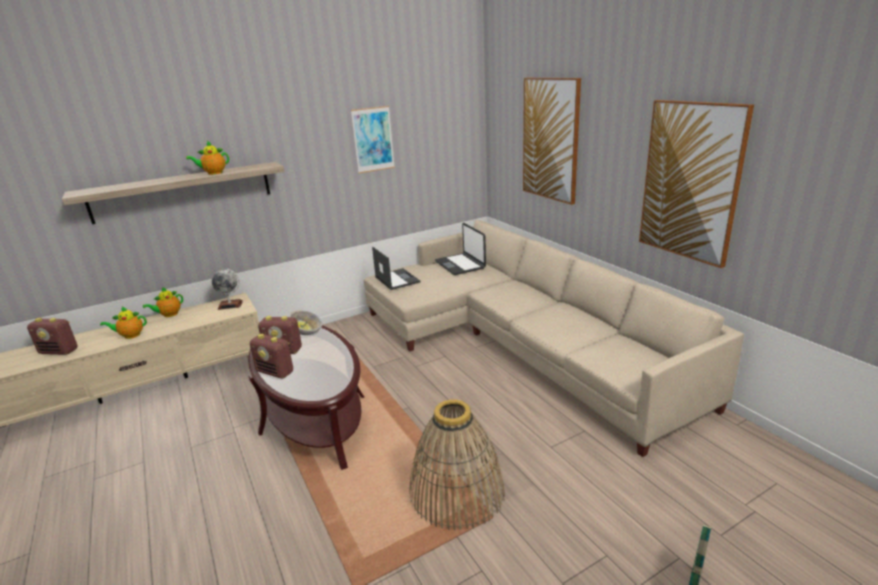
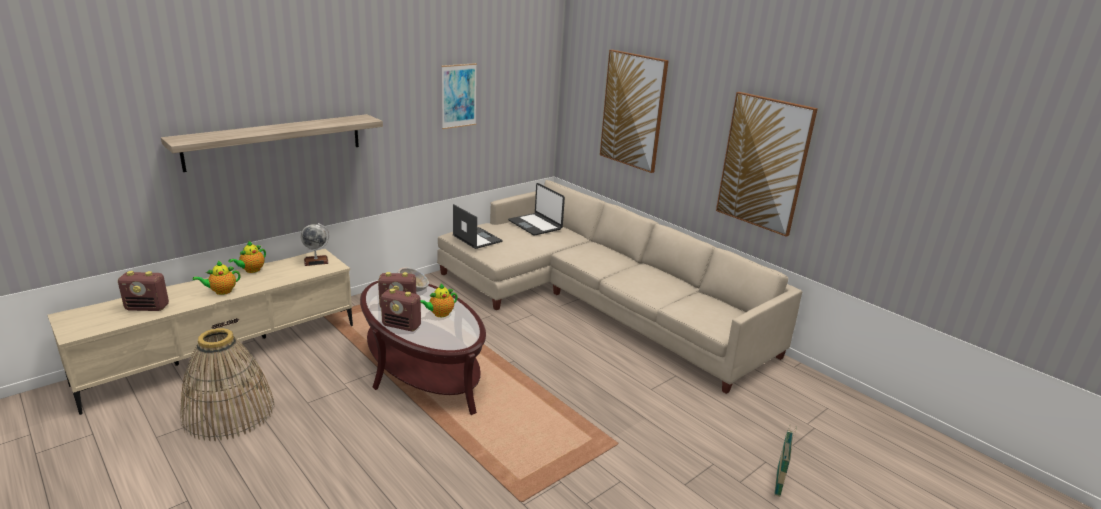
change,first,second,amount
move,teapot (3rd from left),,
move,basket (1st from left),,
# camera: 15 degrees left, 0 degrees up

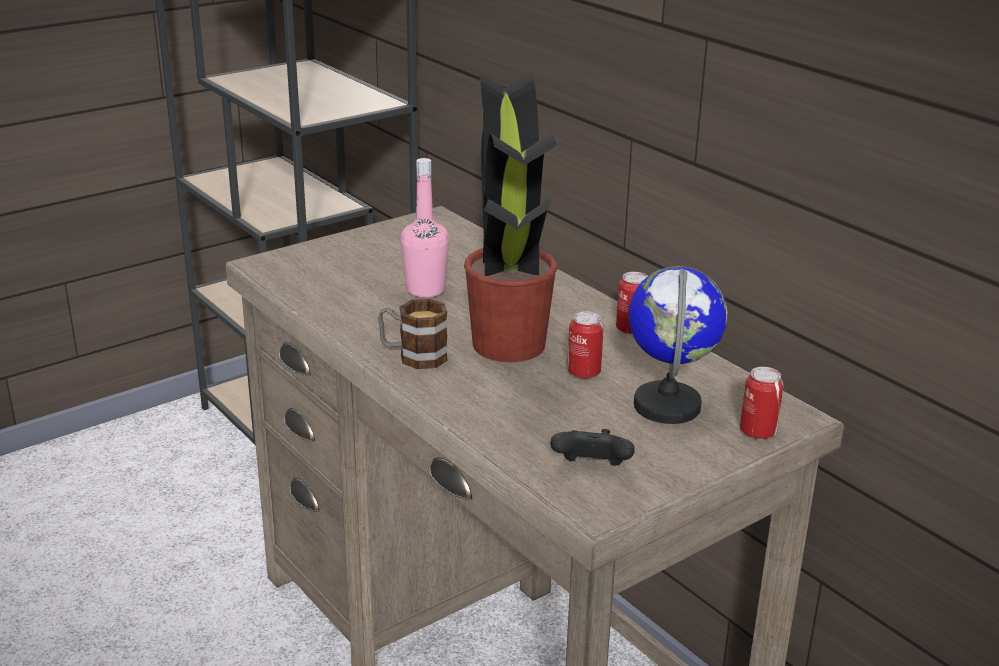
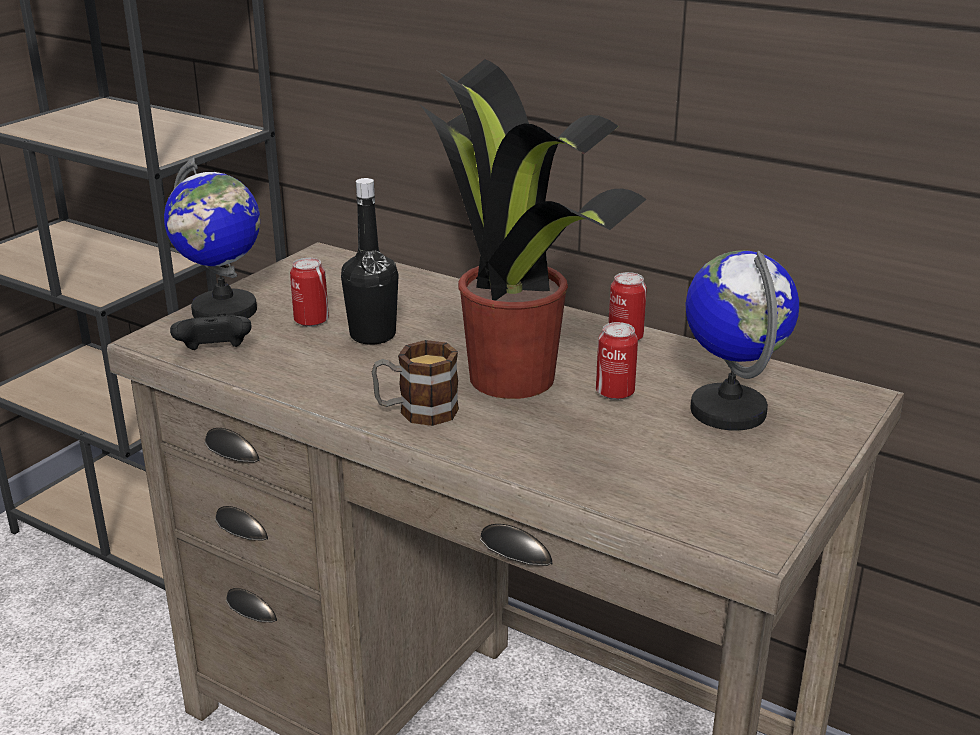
change,first,second,amount
recolor,pink bottle,black bottle,
move,black game controller,,
move,can (3rd from left in the first image),can (1st from left),
insert,,globe (1st from left),
# camera: 20 degrees left, 0 degrees up

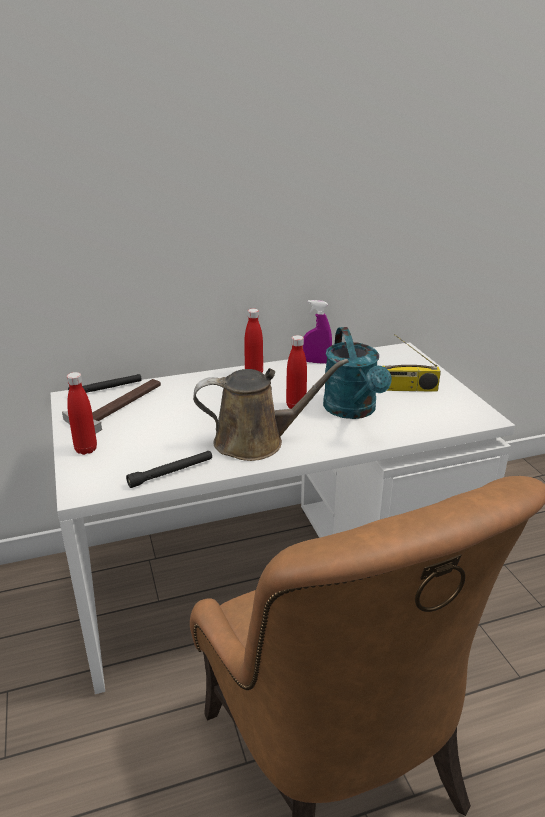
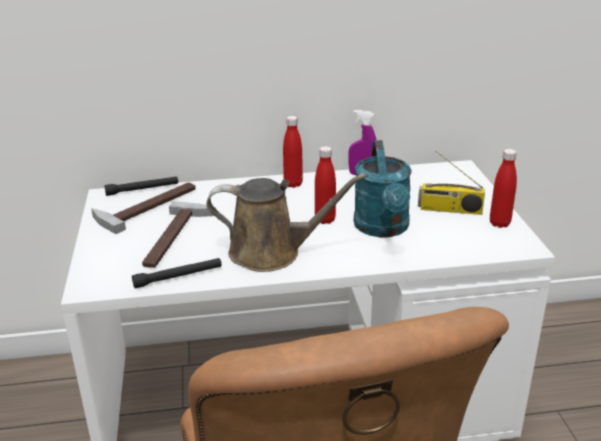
change,first,second,amount
move,red bottle (1st from left in the first image),red bottle (3rd from left),
insert,,hammer (2nd from left),
# camera: 10 degrees right, 0 degrees up

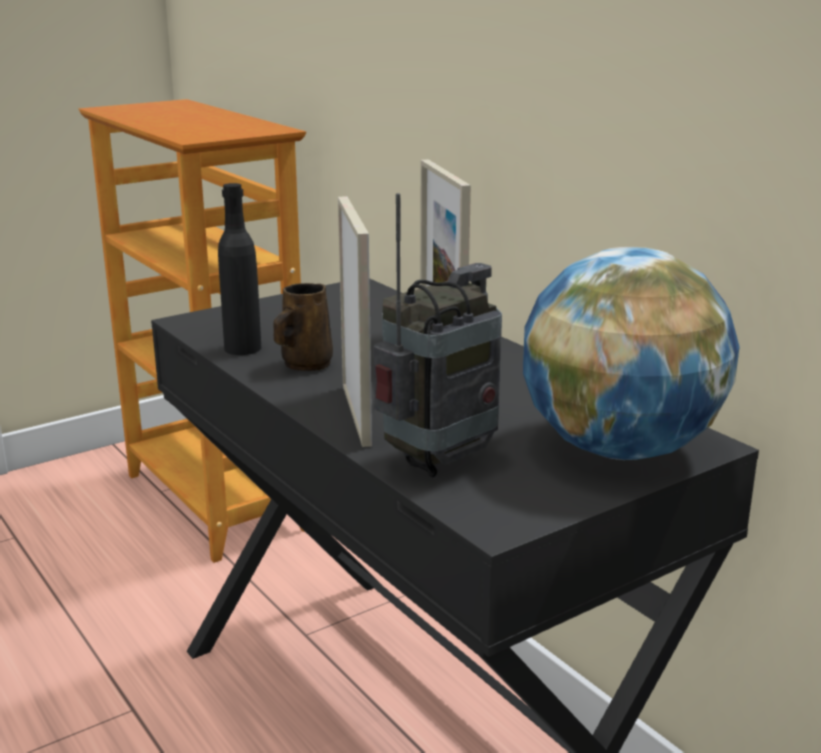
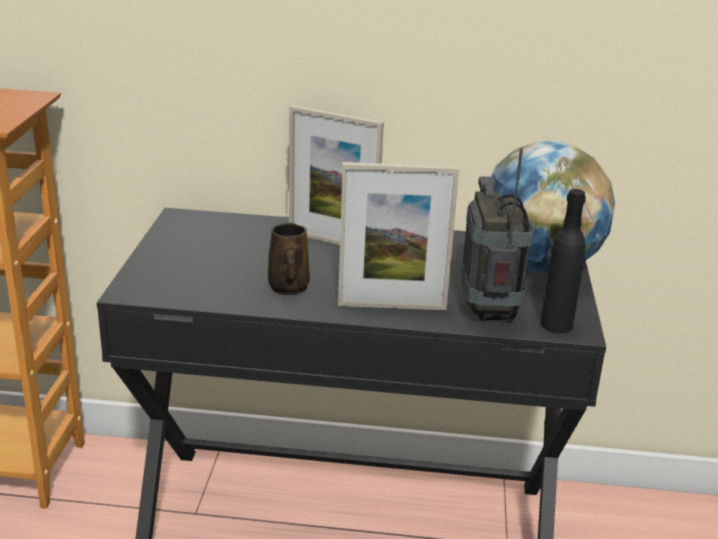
change,first,second,amount
move,black bottle,,
rotate,picture frame (1st from left in the first image),picture frame (2nd from left),150 degrees clockwise
# camera: 50 degrees left, 5 degrees up

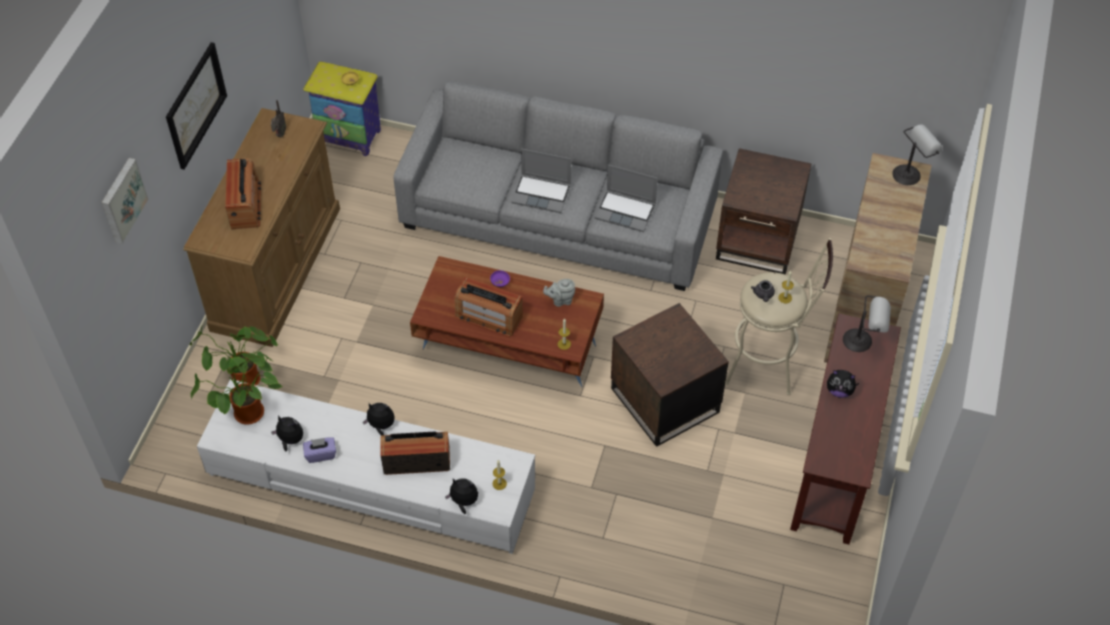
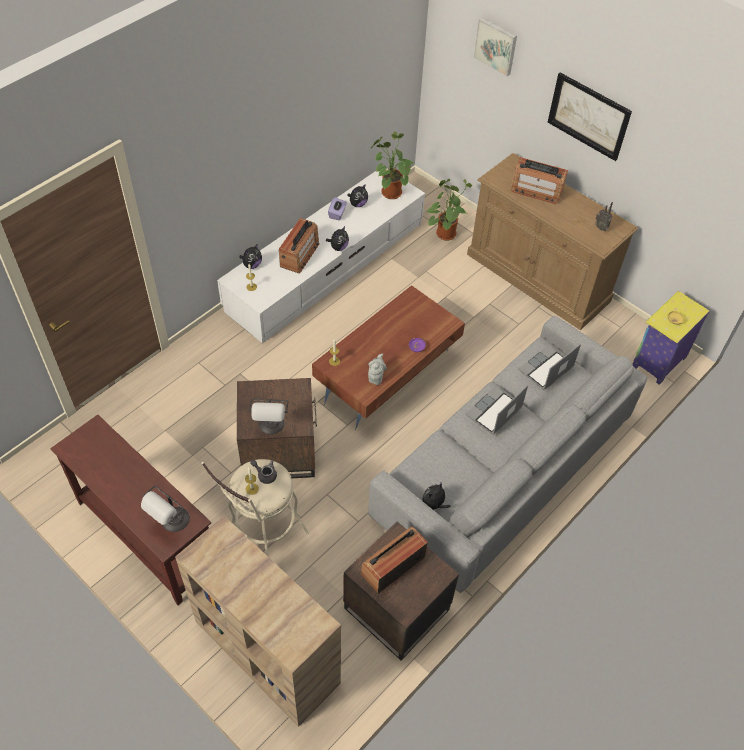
change,first,second,amount
move,radio (4th from left in the first image),radio (2nd from left),
move,laptop (2nd from left),,
move,plush toy (4th from left),,
move,table lamp (2nd from left),,
# camera: 115 degrees right, 0 degrees up

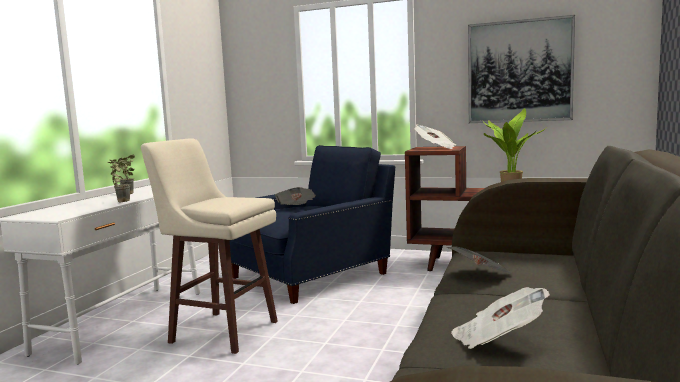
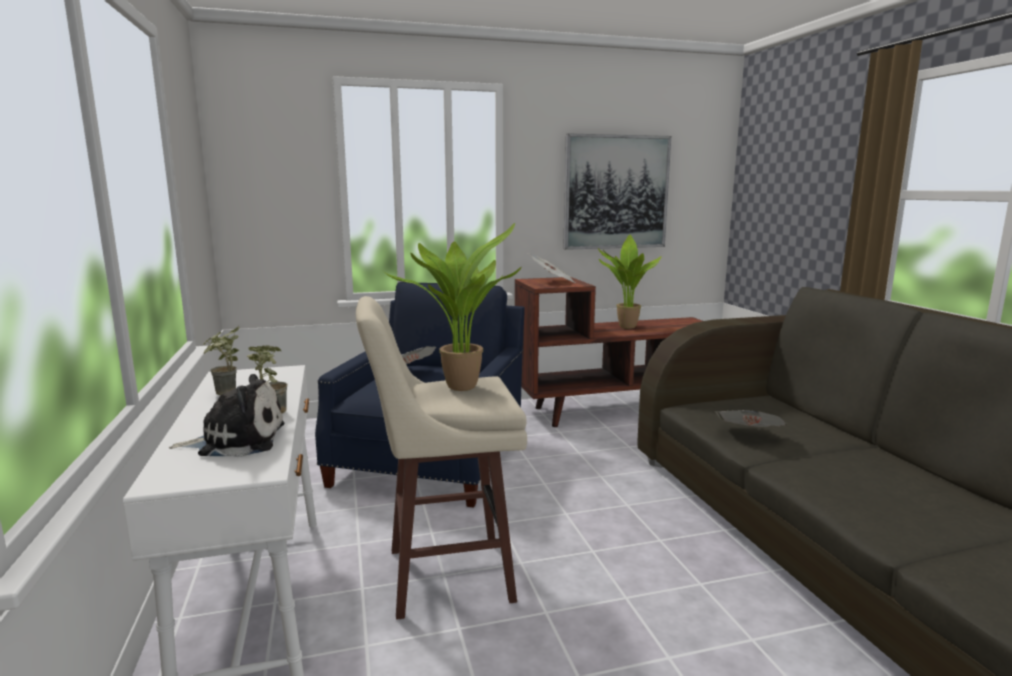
change,first,second,amount
delete,newspaper (4th from left),,
insert,,plush toy,
insert,,potted plant (3rd from left),
# camera: 35 degrees left, 5 degrees up

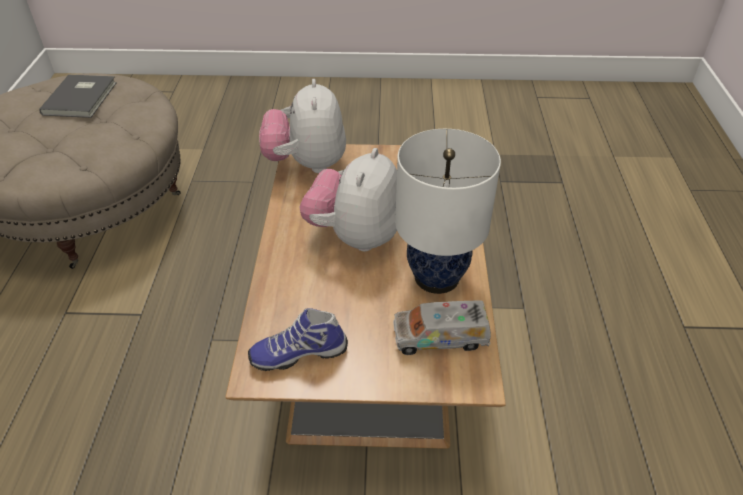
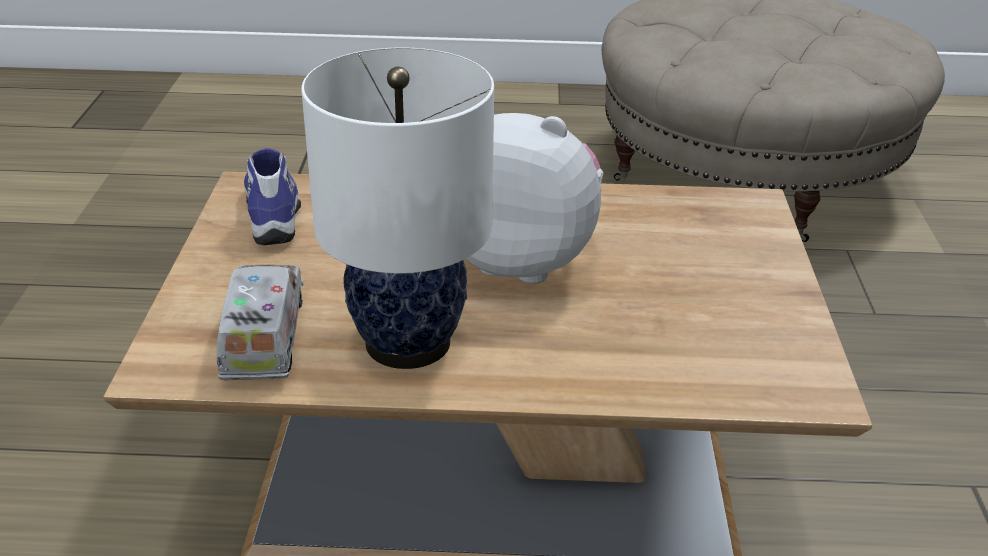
change,first,second,amount
delete,grey book,,
delete,plush toy (1st from left),,
# camera: 90 degrees right, 10 degrees down

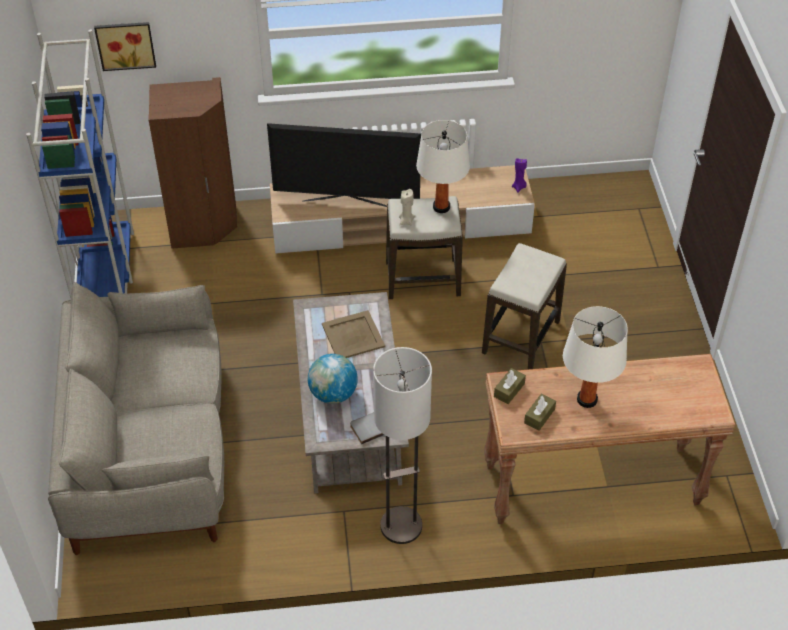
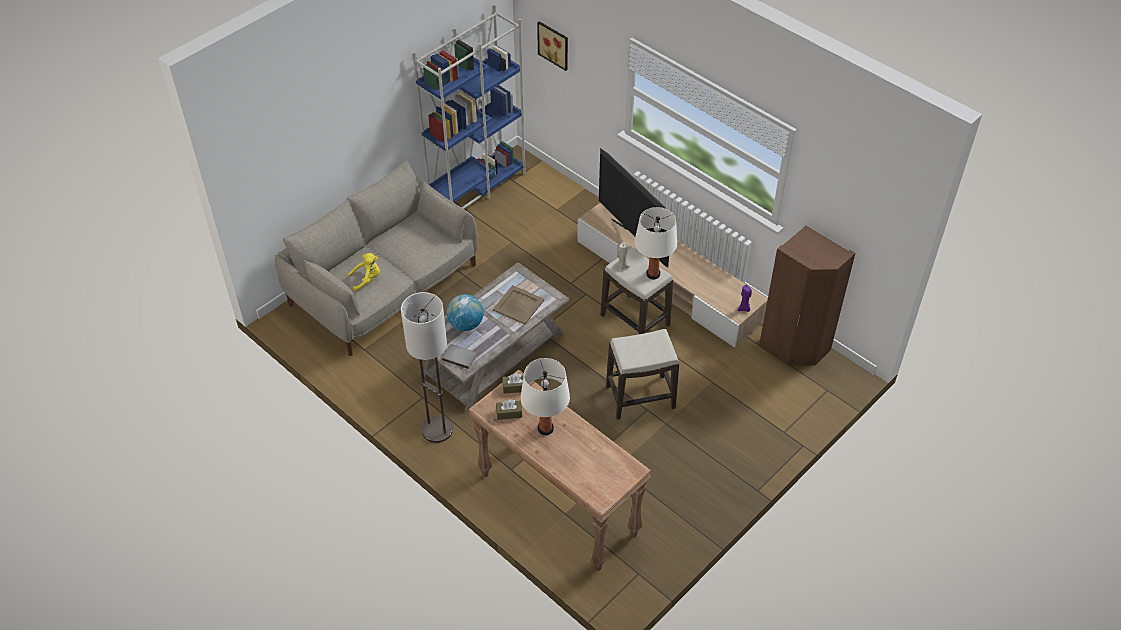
change,first,second,amount
move,brown cabinet,,
insert,,yellow plush toy,
# camera: 50 degrees right, 0 degrees up

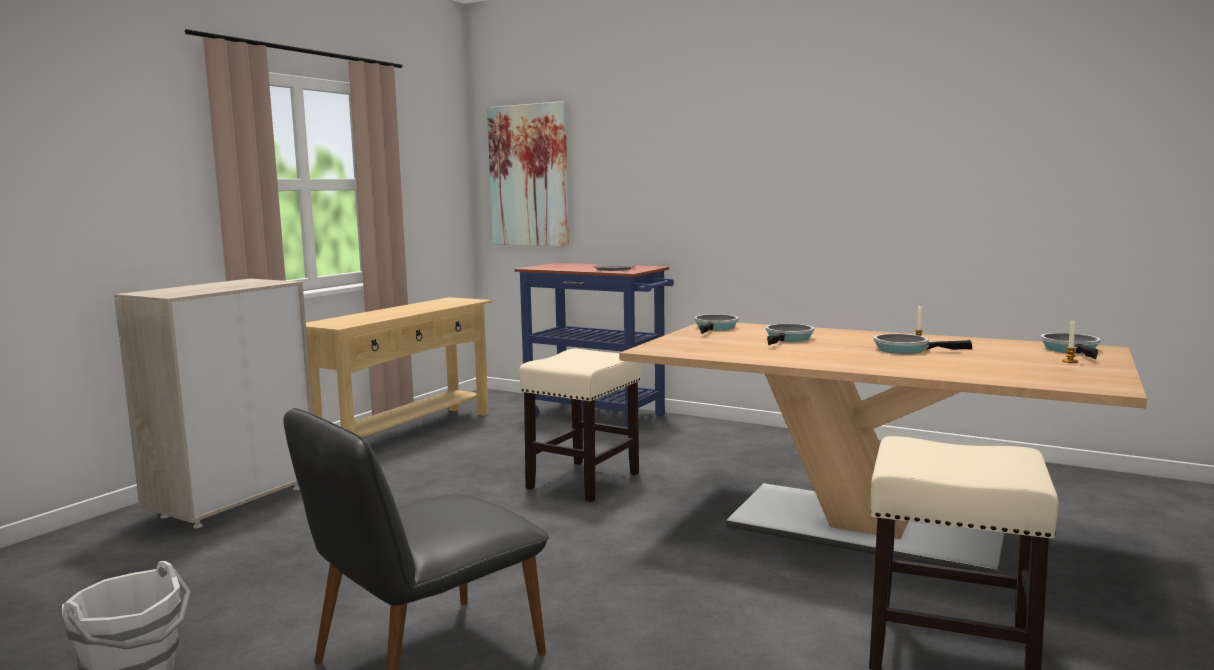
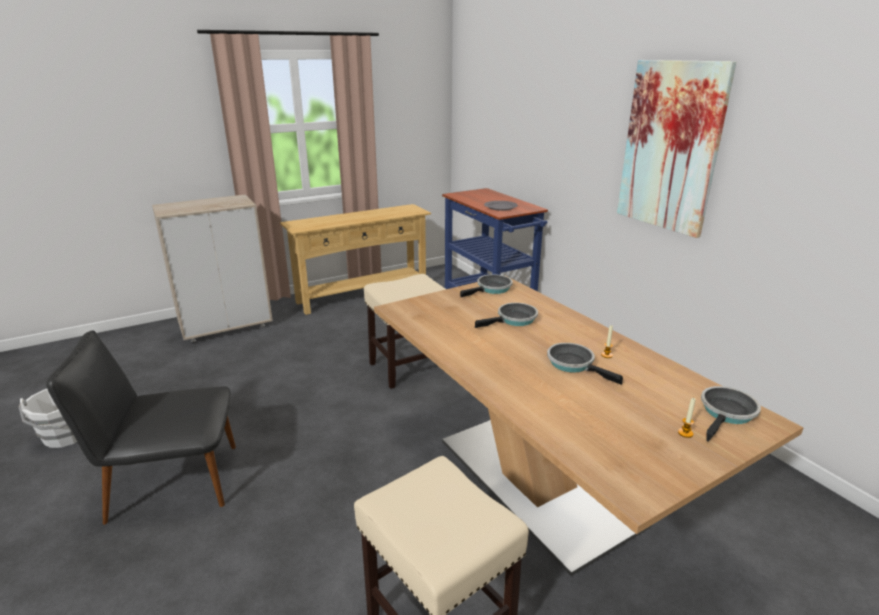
change,first,second,amount
move,picture,,
# camera: 30 degrees right, 15 degrees up

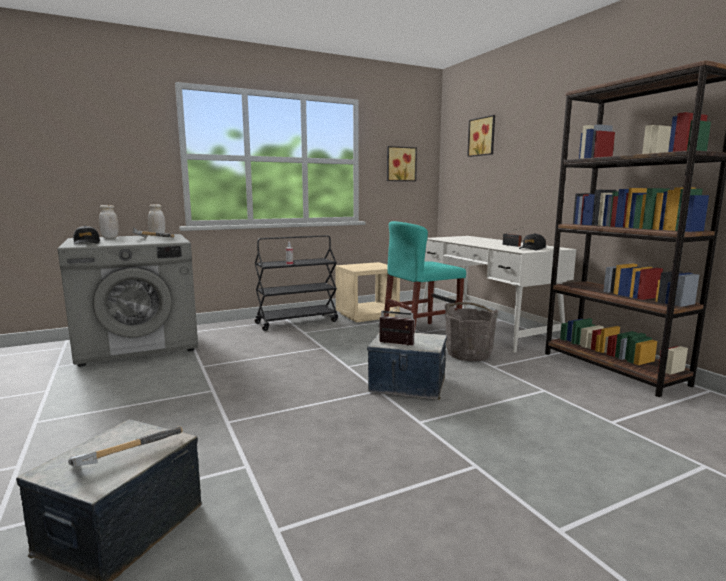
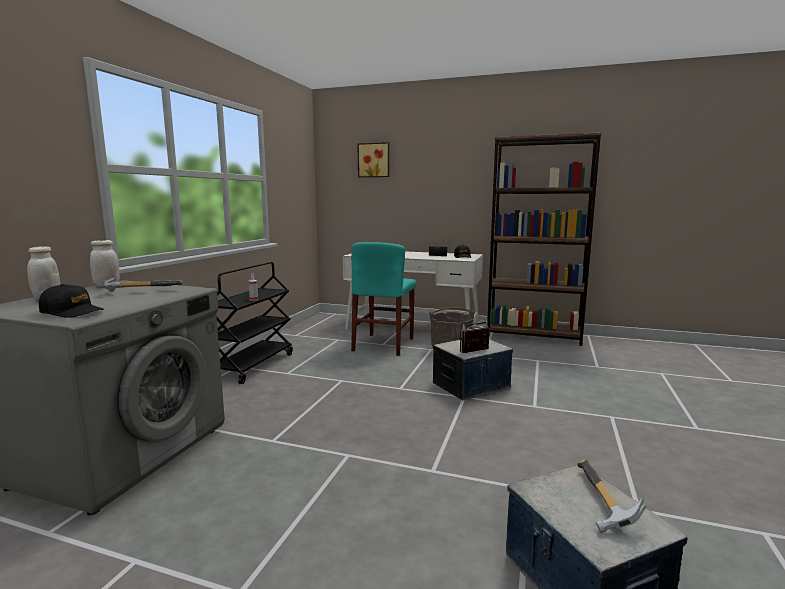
change,first,second,amount
delete,beige nightstand,,
delete,picture (1st from left),,
# camera: 45 degrees left, 0 degrees up

